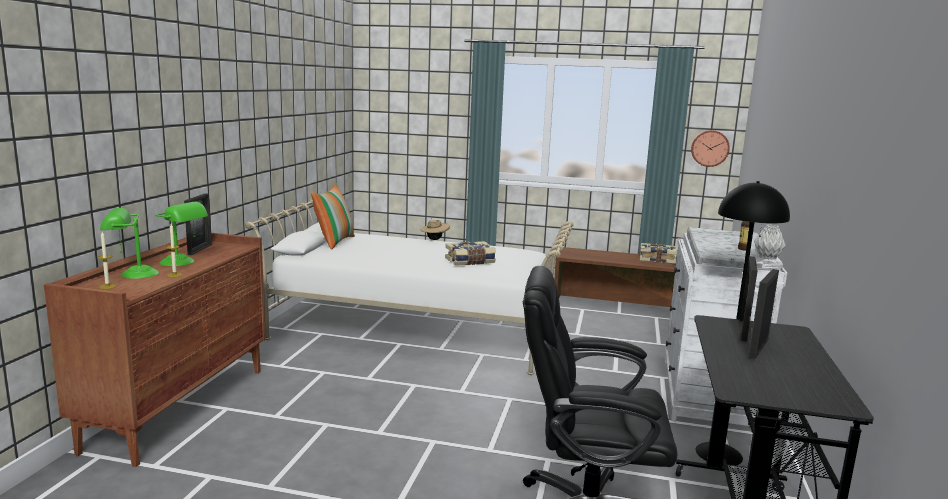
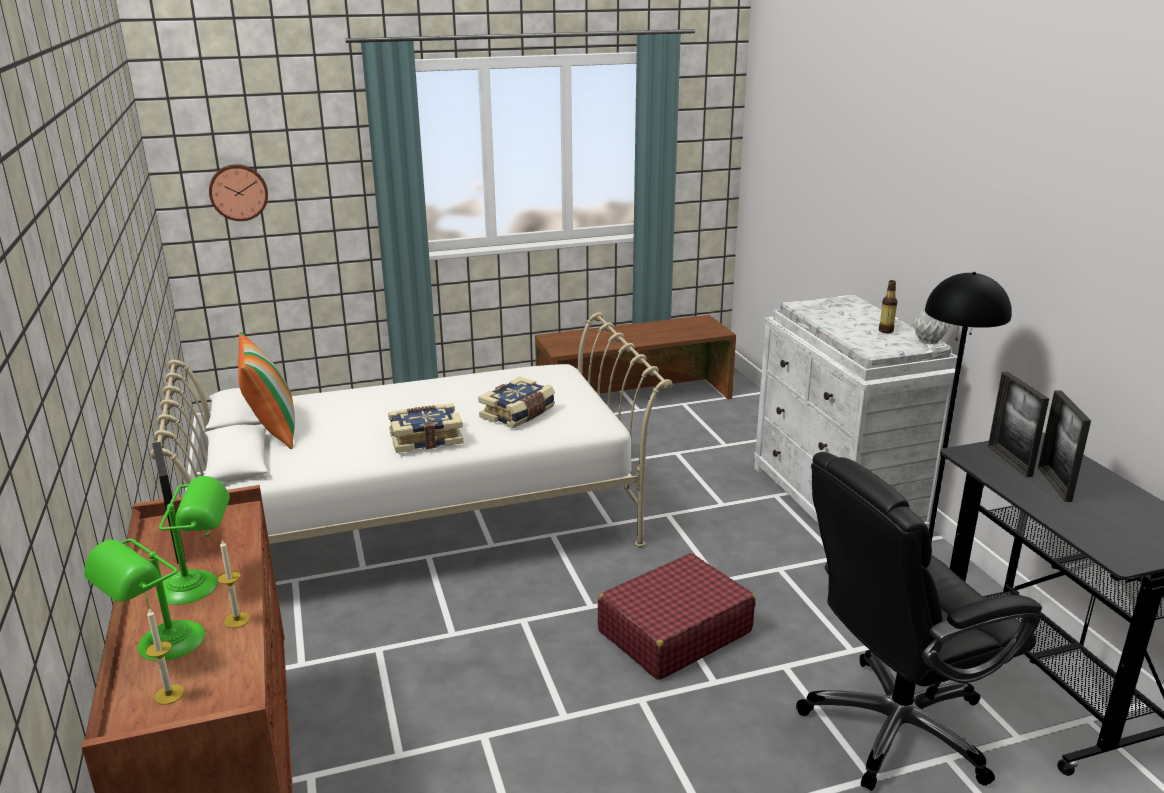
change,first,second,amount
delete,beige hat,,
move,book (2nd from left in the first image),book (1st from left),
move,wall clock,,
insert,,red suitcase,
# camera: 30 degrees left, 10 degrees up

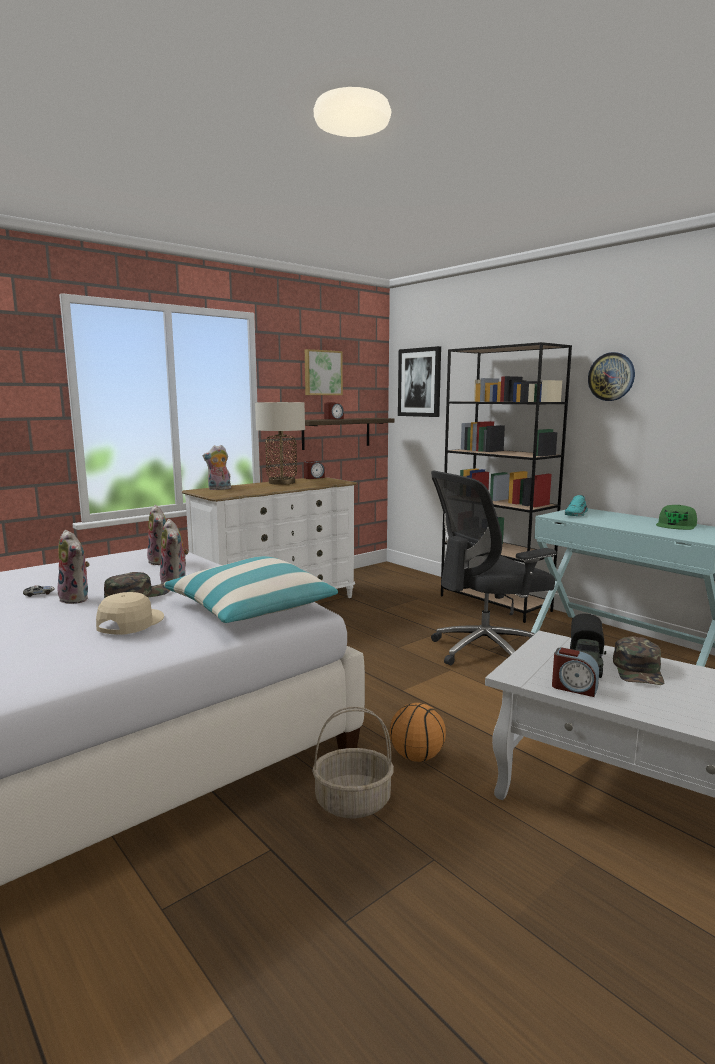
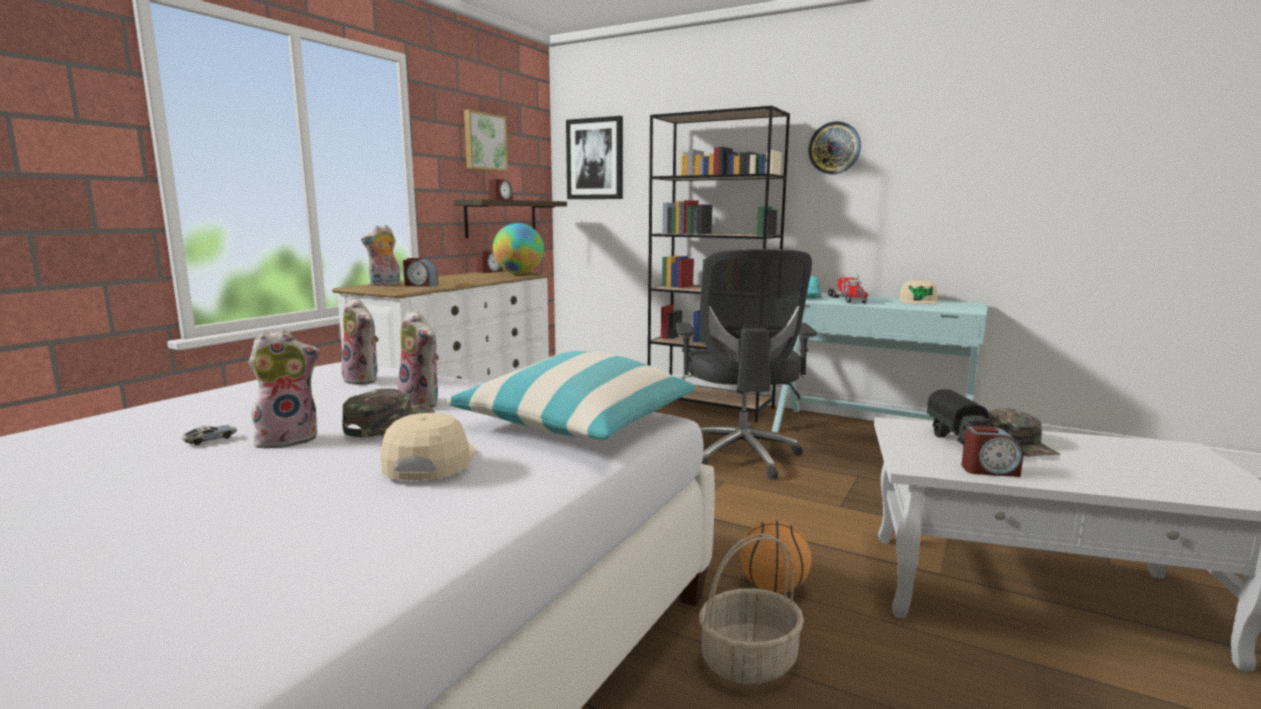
change,first,second,amount
rotate,plush toy (1st from left),,60 degrees counterclockwise
delete,table lamp,,
rotate,office chair,,45 degrees counterclockwise
recolor,green cap (3rd from left),beige cap (2nd from left),
insert,,alarm clock (1st from left),
insert,,globe,
insert,,toy truck (1st from left),
# camera: 20 degrees left, 0 degrees up

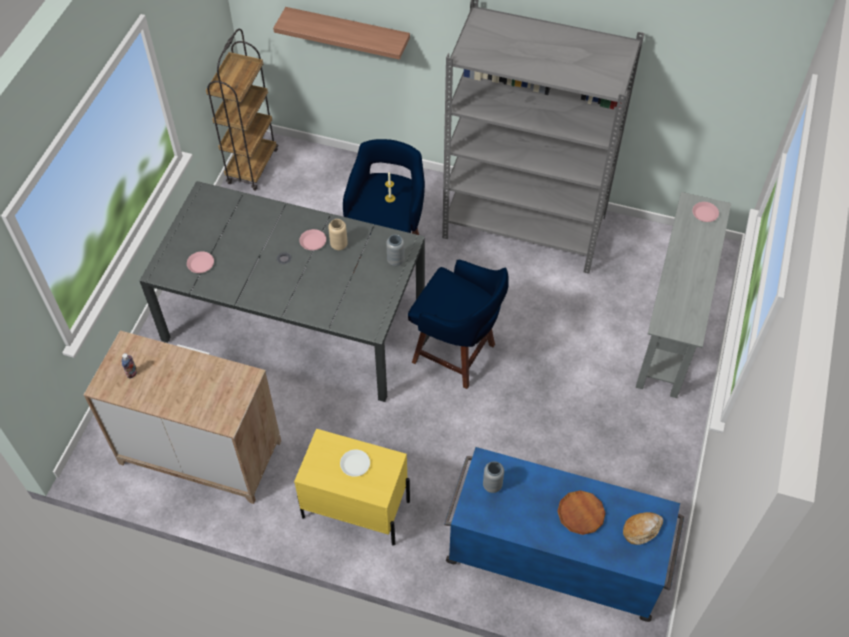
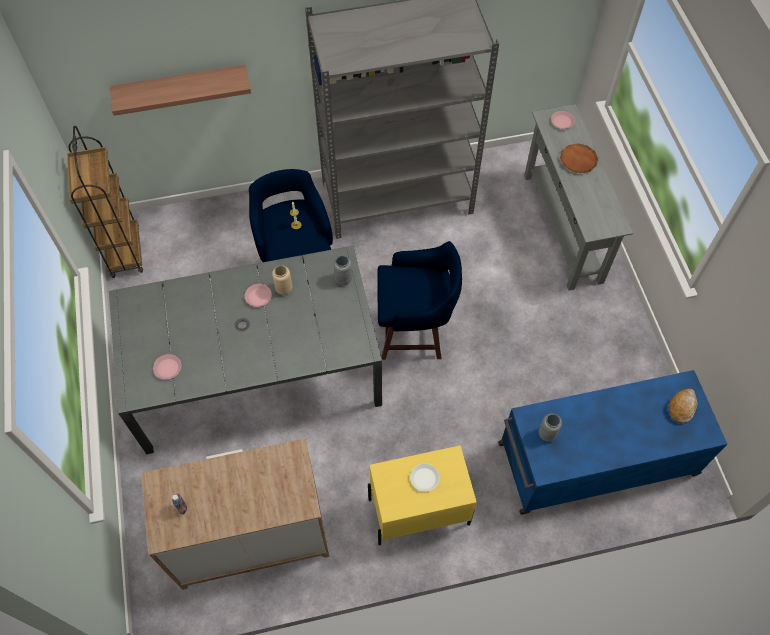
change,first,second,amount
move,brown plate,,
# camera: 30 degrees left, 5 degrees up

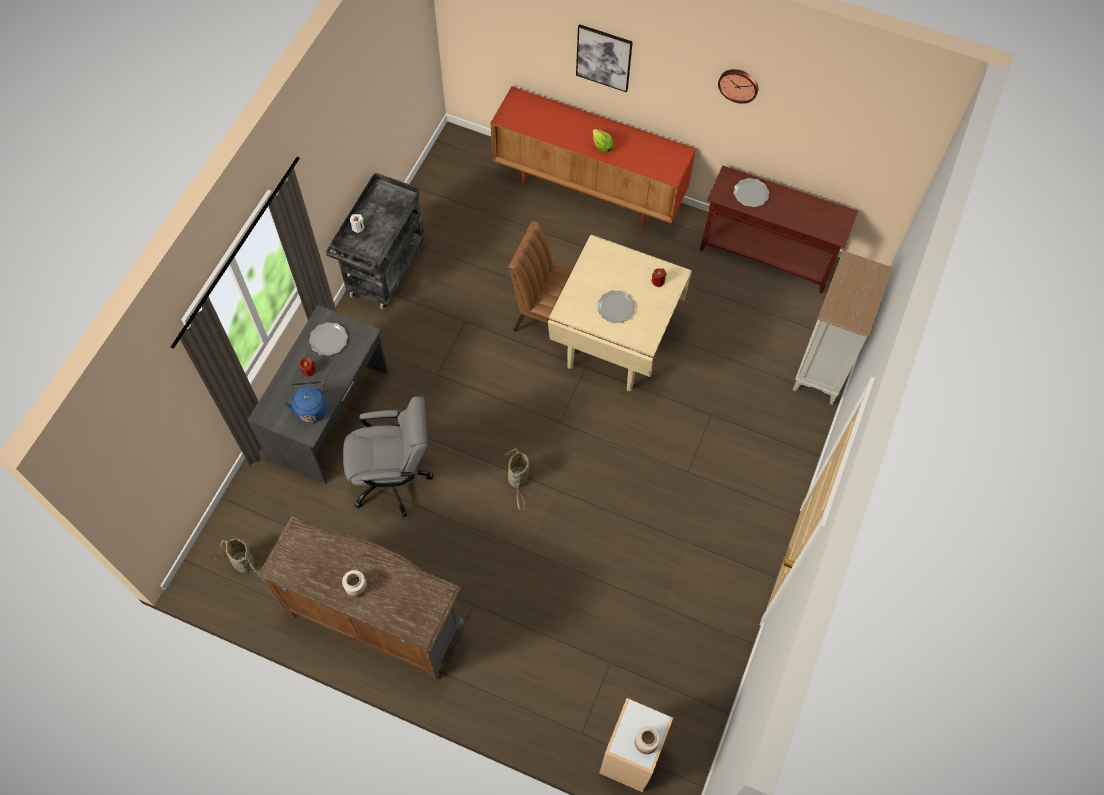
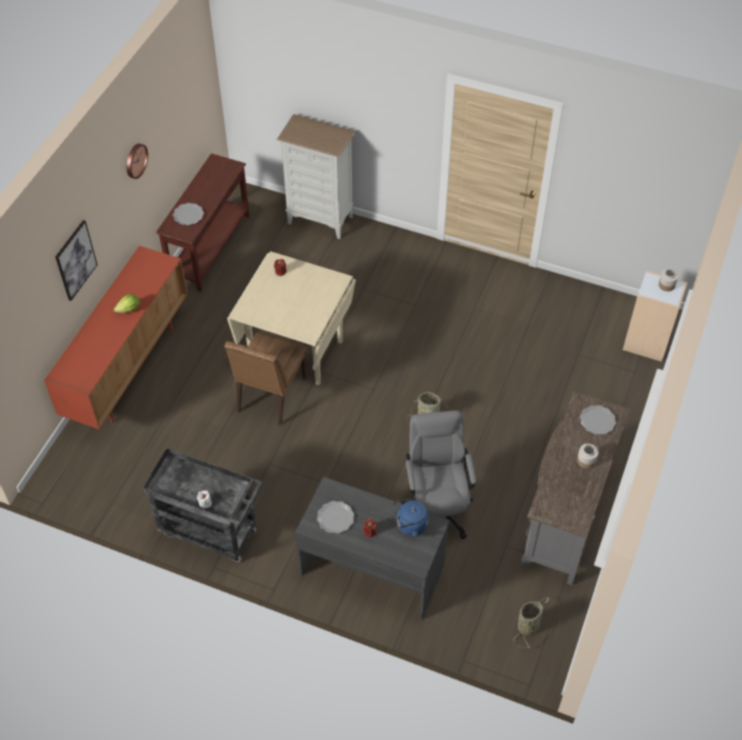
change,first,second,amount
move,plate (2nd from left in the first image),plate (3rd from left),
# camera: 90 degrees left, 10 degrees down

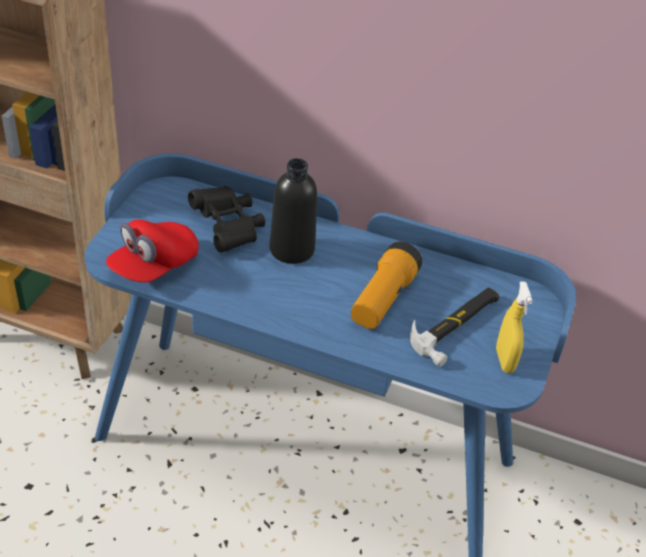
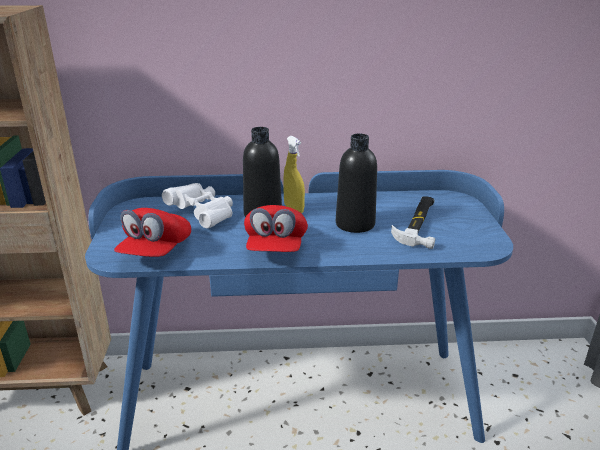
change,first,second,amount
recolor,black binoculars,white binoculars,
replace,flashlight,black bottle (2nd from left),
move,yellow spray bottle,,
insert,,red cap (2nd from left),
# camera: 20 degrees left, 15 degrees down

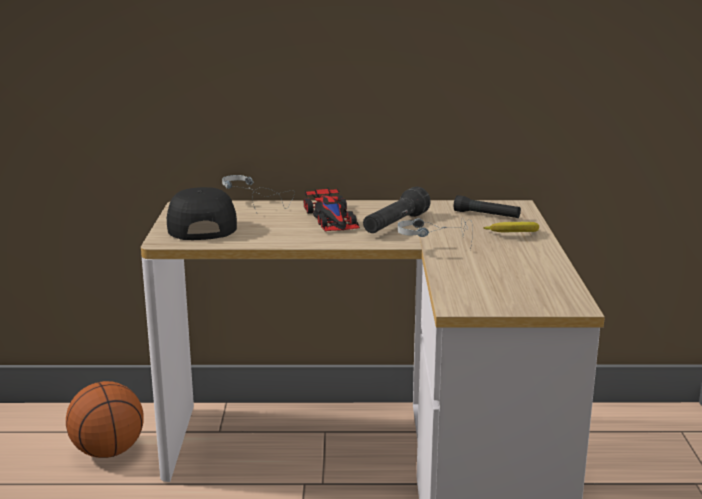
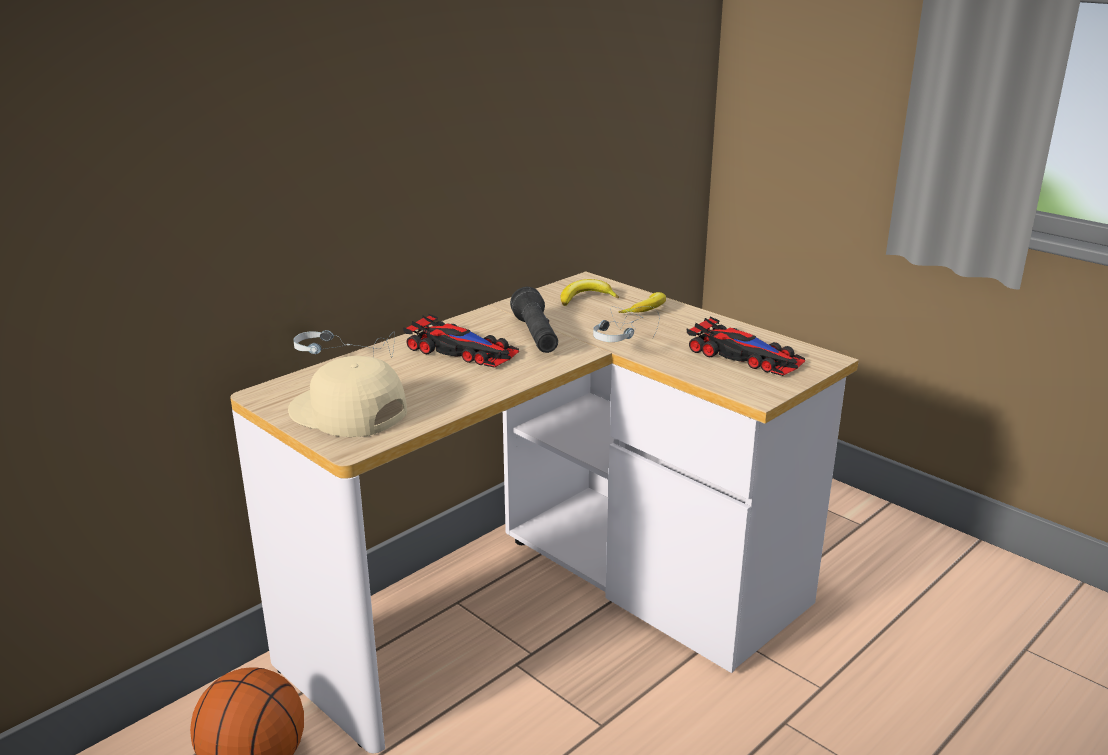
change,first,second,amount
recolor,black cap,beige cap,
replace,black flashlight (2nd from left),banana (1st from left),
insert,,toy car (2nd from left),
# camera: 45 degrees left, 5 degrees up

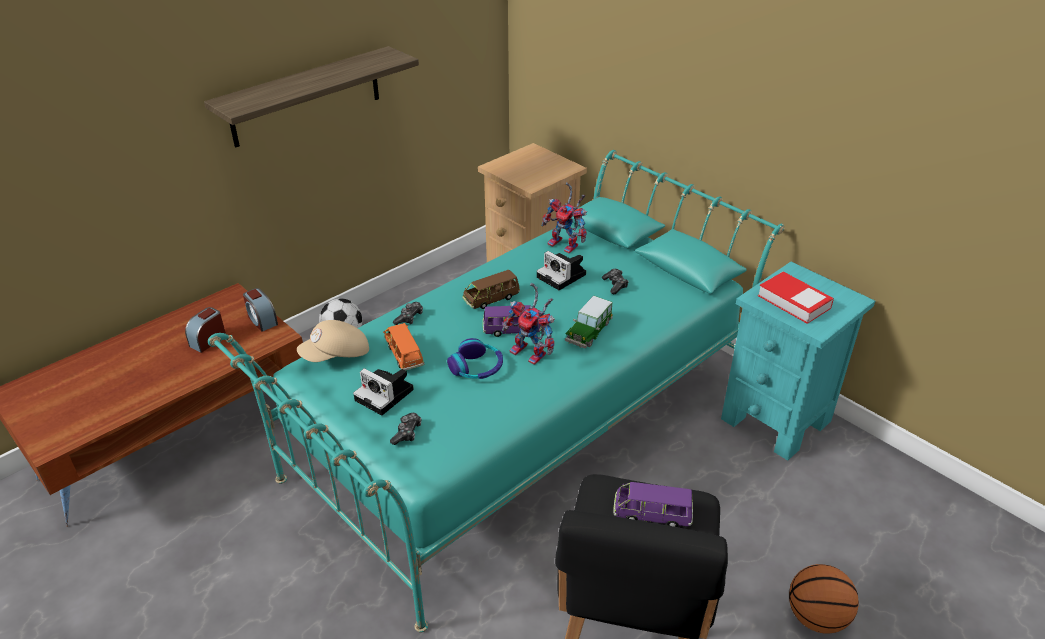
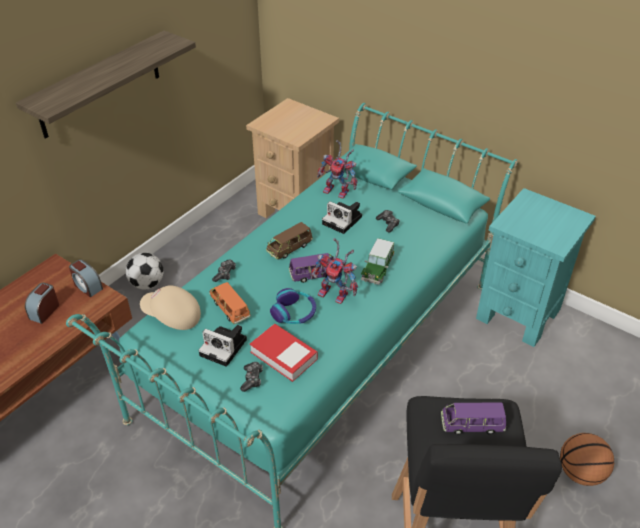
change,first,second,amount
rotate,beige cap,,60 degrees clockwise
move,book,,
# camera: 10 degrees left, 5 degrees up

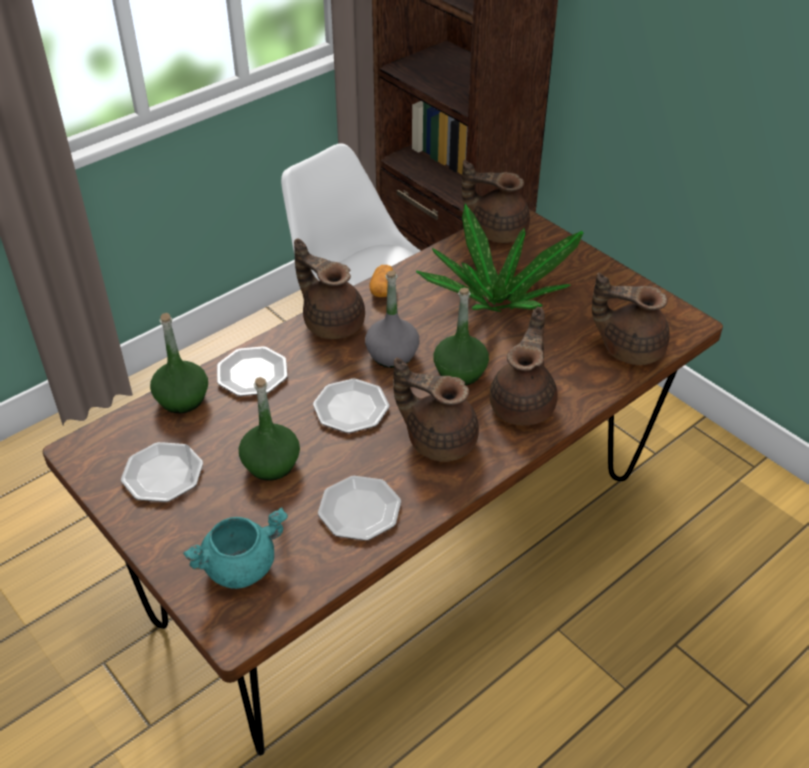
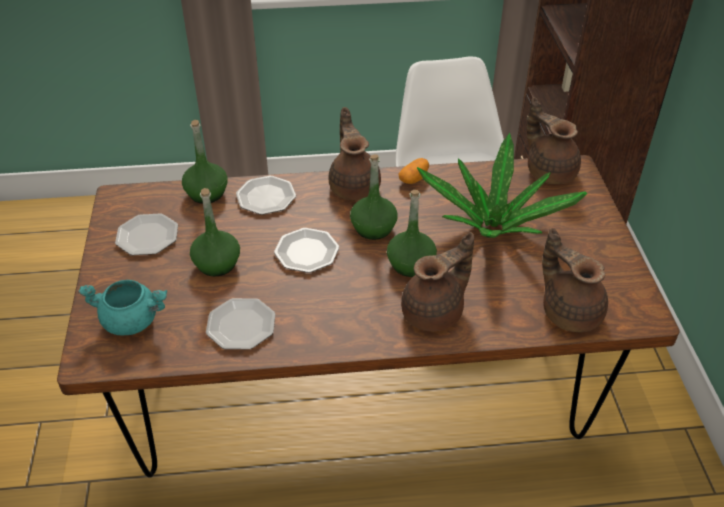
change,first,second,amount
recolor,grey bottle,green bottle (3rd from left),
delete,brown teapot (2nd from left),,
# camera: 35 degrees right, 0 degrees up

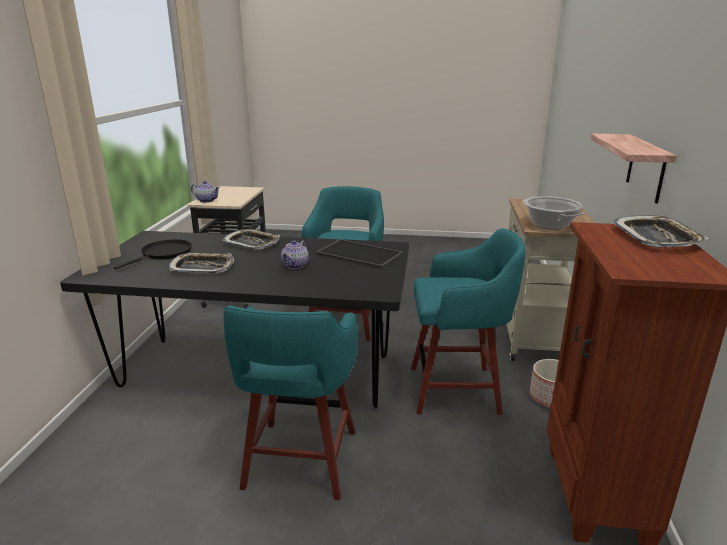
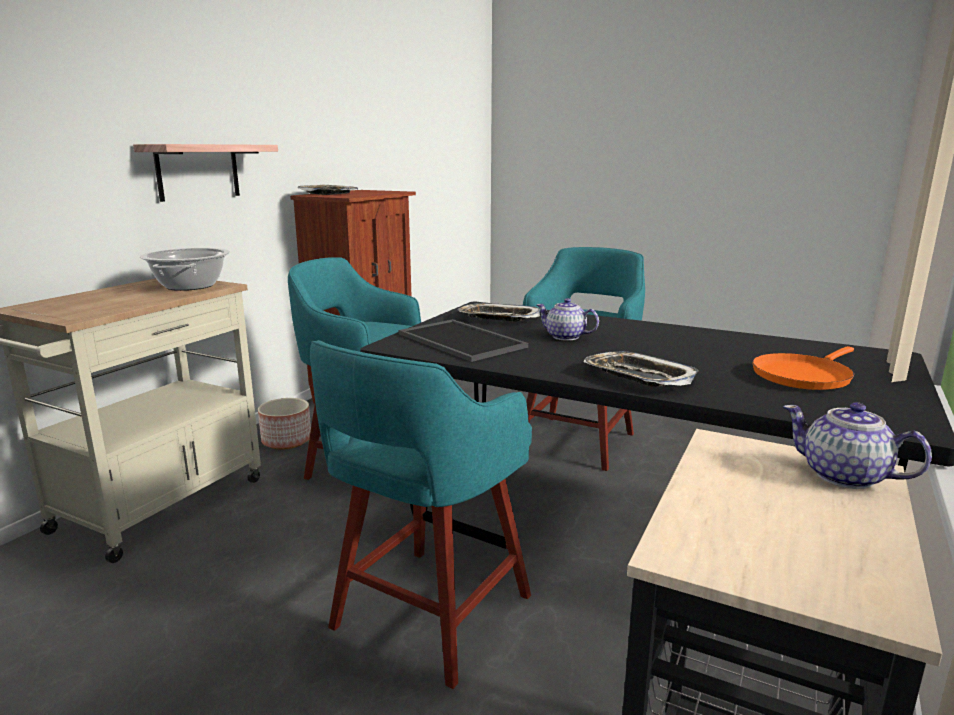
change,first,second,amount
recolor,black frying pan,orange frying pan,
move,tray (1st from left in the first image),tray (3rd from left),
rotate,teapot (2nd from left in the first image),teapot (1st from left),105 degrees counterclockwise
# camera: 160 degrees left, 5 degrees down

